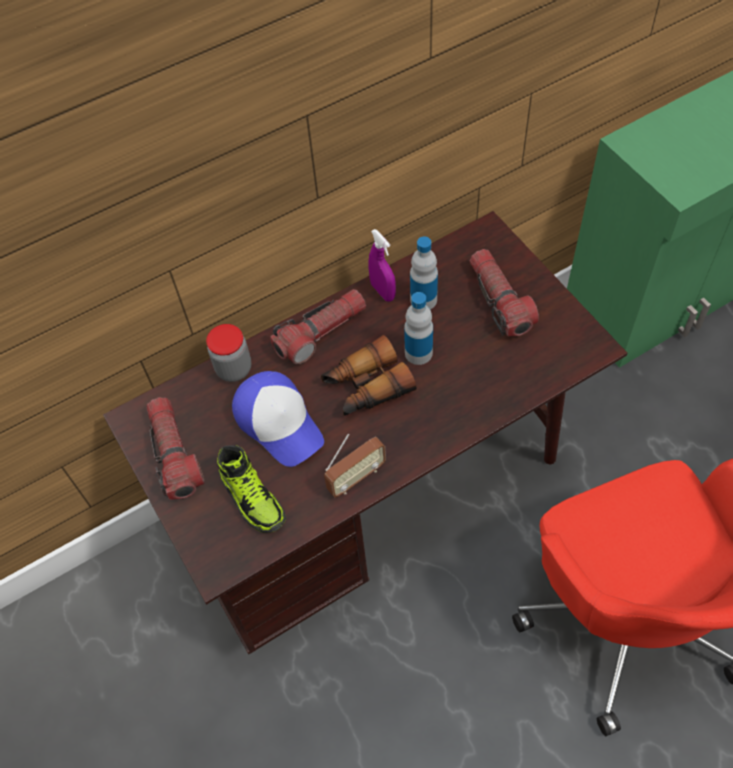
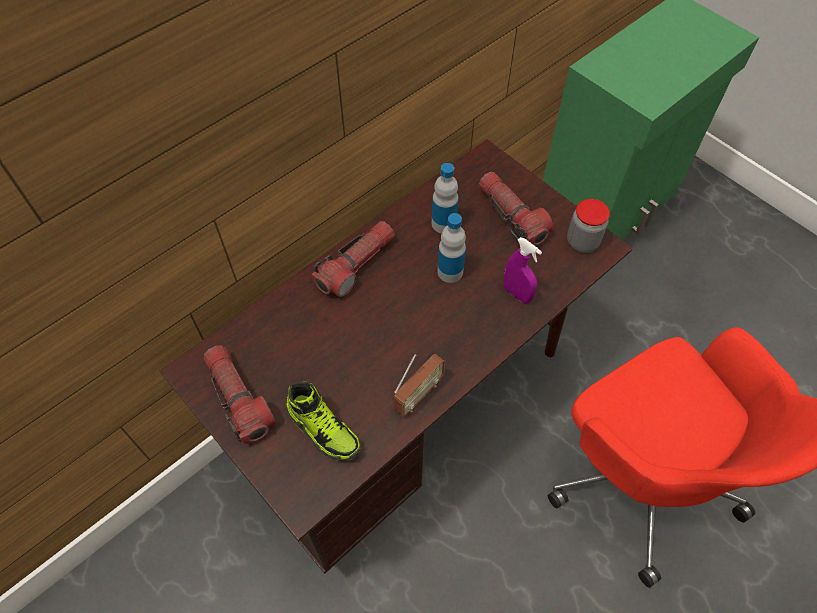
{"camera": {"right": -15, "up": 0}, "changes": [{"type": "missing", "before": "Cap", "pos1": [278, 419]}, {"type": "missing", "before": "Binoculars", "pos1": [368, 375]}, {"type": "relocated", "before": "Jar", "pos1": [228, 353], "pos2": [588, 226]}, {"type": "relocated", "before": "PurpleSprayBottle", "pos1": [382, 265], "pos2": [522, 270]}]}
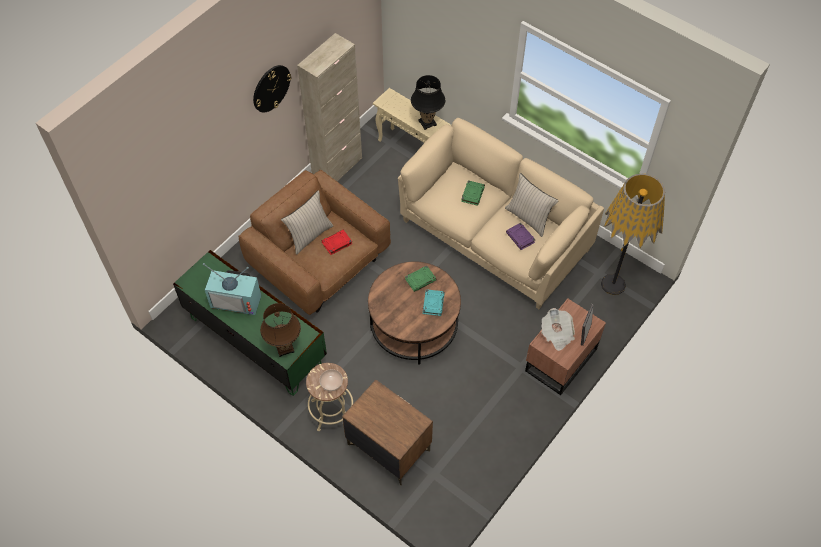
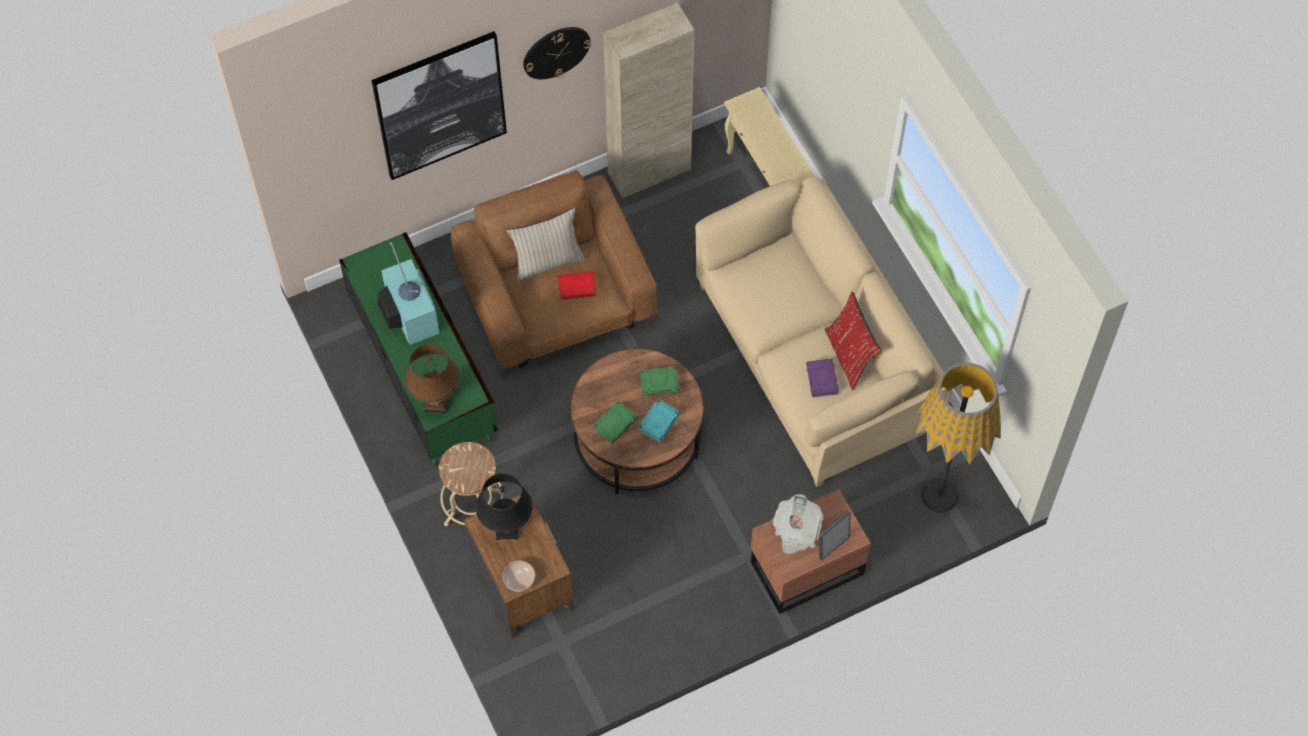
{"camera": {"right": 25, "up": 5}, "changes": [{"type": "appeared", "after": "Picture", "pos2": [439, 105]}, {"type": "relocated", "before": "Bowl", "pos1": [331, 380], "pos2": [518, 576]}, {"type": "relocated", "before": "BlackTableLamp", "pos1": [428, 102], "pos2": [504, 506]}, {"type": "relocated", "before": "GreenBook", "pos1": [473, 193], "pos2": [615, 422]}, {"type": "colour", "before": "BeigePillow", "after": "RedPillow", "pos1": [531, 205], "pos2": [853, 341]}, {"type": "spun", "before": "Television", "pos1": [232, 289], "pos2": [408, 293], "turn": -150}]}
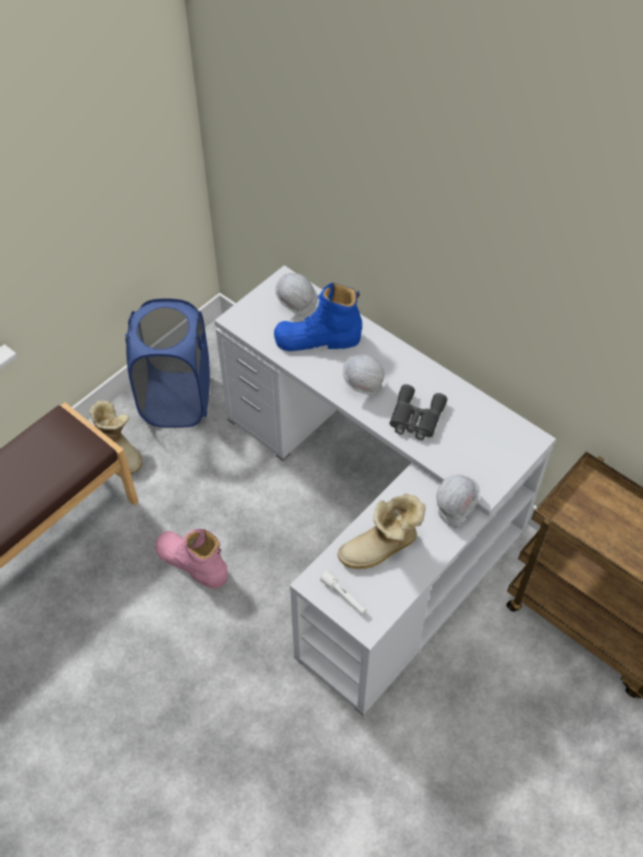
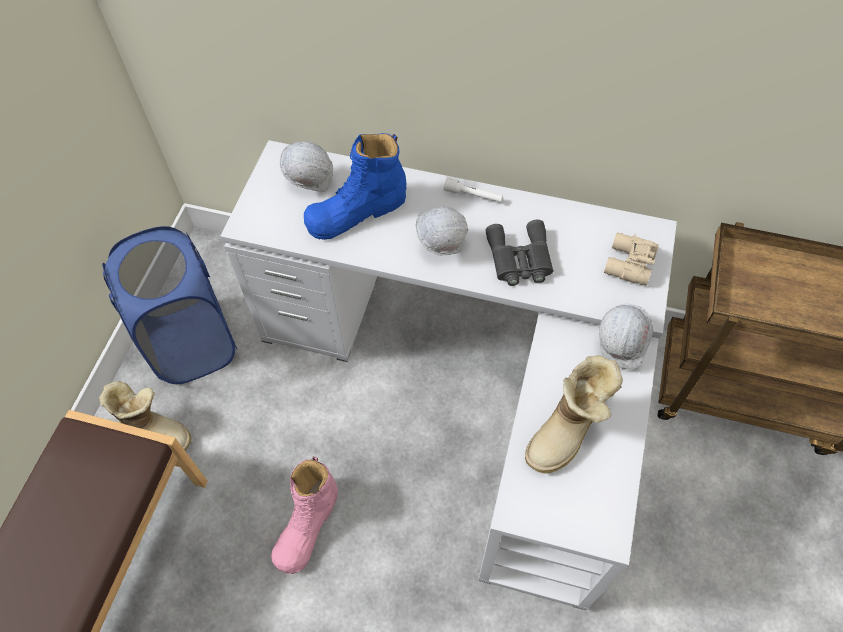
{"camera": {"right": -25, "up": 5}, "changes": [{"type": "appeared", "after": "BeigeBinoculars", "pos2": [631, 259]}, {"type": "relocated", "before": "WhiteFlashlight", "pos1": [343, 592], "pos2": [473, 190]}, {"type": "spun", "before": "PinkBoot", "pos1": [191, 559], "pos2": [304, 515], "turn": -75}]}
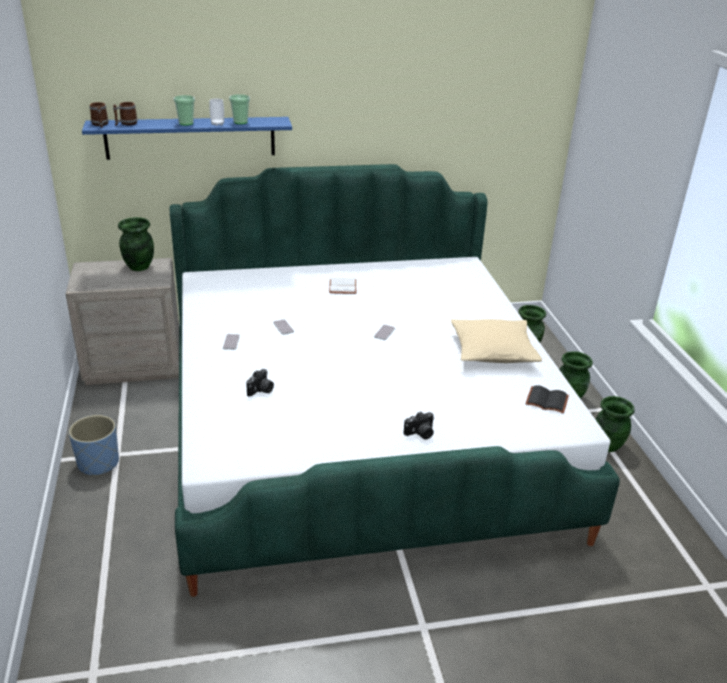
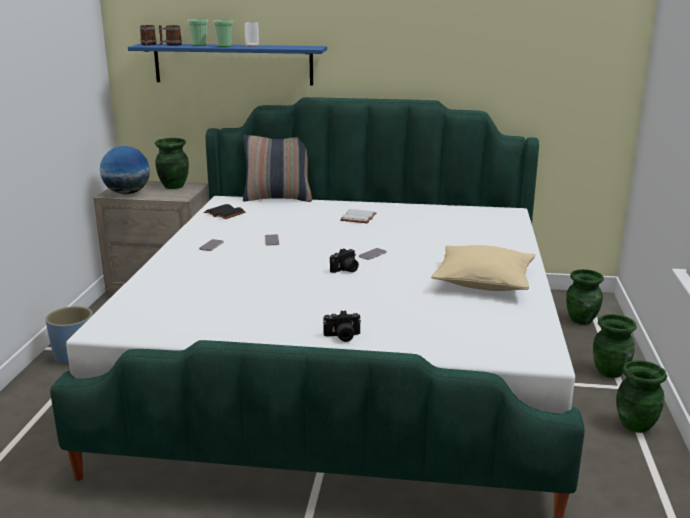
{"camera": {"right": 20, "up": -10}, "changes": [{"type": "appeared", "after": "Globe", "pos2": [125, 170]}, {"type": "appeared", "after": "Pillow", "pos2": [277, 168]}, {"type": "relocated", "before": "Cup", "pos1": [239, 109], "pos2": [198, 32]}, {"type": "relocated", "before": "PhotoCamera", "pos1": [260, 383], "pos2": [344, 260]}, {"type": "relocated", "before": "BlackBook", "pos1": [547, 399], "pos2": [225, 211]}]}
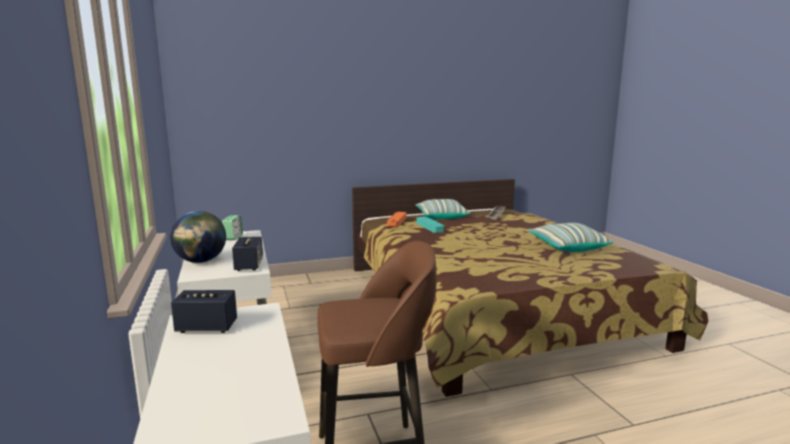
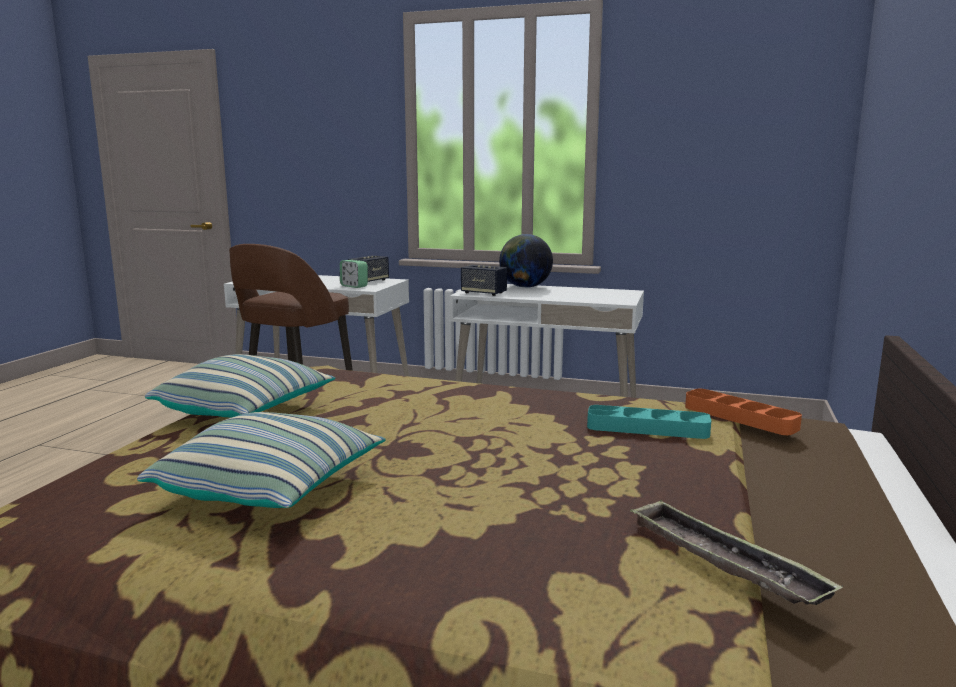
{"camera": {"right": 125, "up": 0}, "changes": [{"type": "relocated", "before": "AlarmClock", "pos1": [232, 227], "pos2": [354, 274]}, {"type": "relocated", "before": "Pillow", "pos1": [443, 209], "pos2": [240, 386]}]}
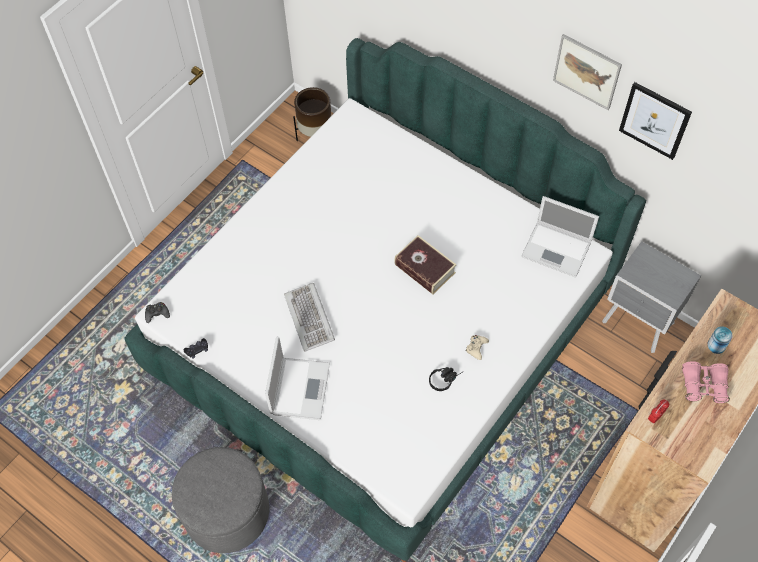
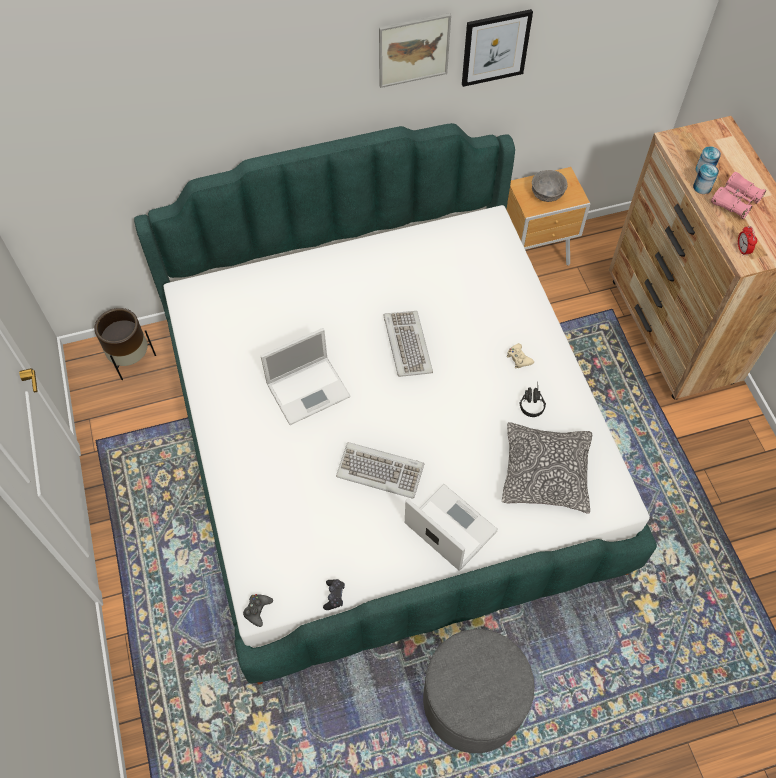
{"camera": {"right": -55, "up": 0}, "changes": [{"type": "appeared", "after": "Pillow", "pos2": [547, 468]}, {"type": "appeared", "after": "GreyBowl", "pos2": [550, 186]}, {"type": "appeared", "after": "Can", "pos2": [706, 179]}, {"type": "relocated", "before": "Laptop", "pos1": [560, 237], "pos2": [306, 376]}, {"type": "exchanged", "before": "Book", "after": "Keyboard", "pos1": [425, 264], "pos2": [408, 344]}, {"type": "colour", "before": "GreyNightstand", "after": "BrownNightstand", "pos1": [651, 297], "pos2": [548, 216]}]}
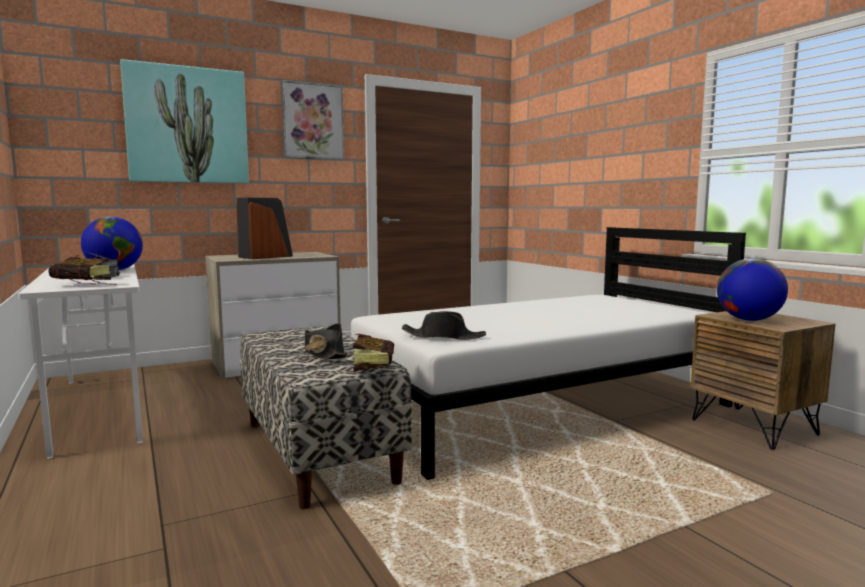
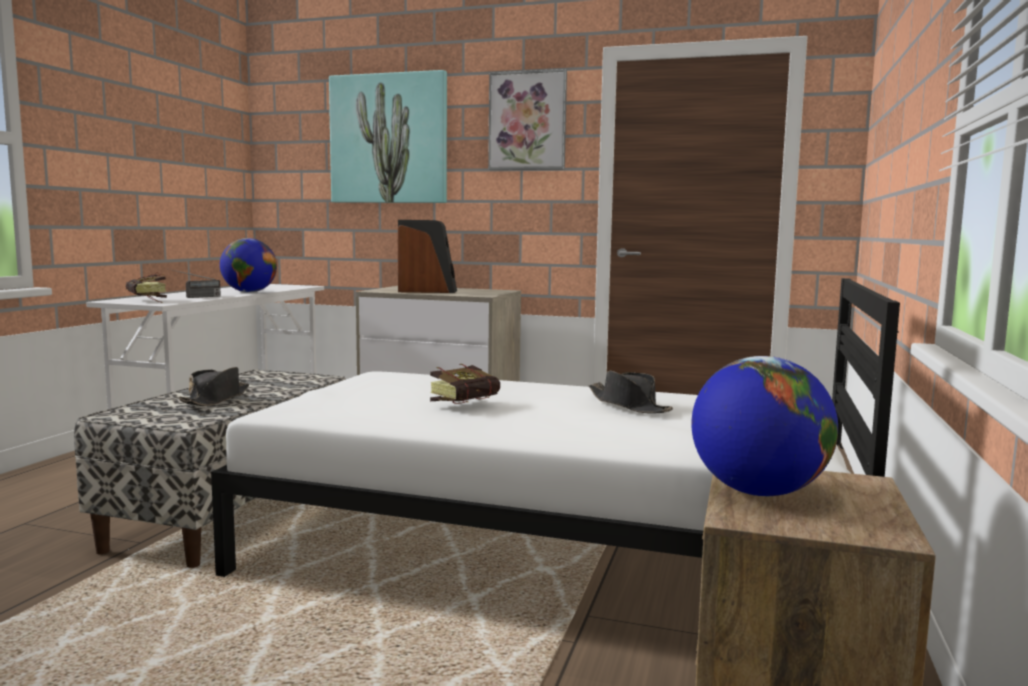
{"camera": {"right": 45, "up": 0}, "changes": [{"type": "relocated", "before": "Book", "pos1": [373, 353], "pos2": [465, 384]}, {"type": "relocated", "before": "BlackHat", "pos1": [444, 325], "pos2": [631, 392]}]}
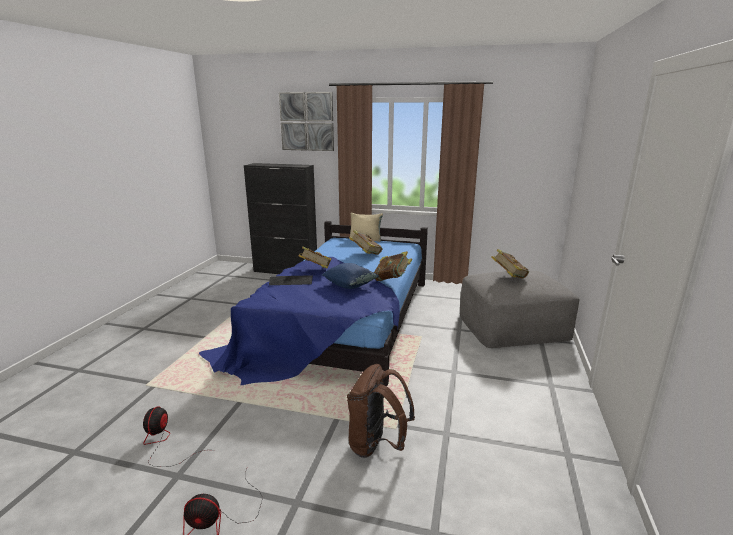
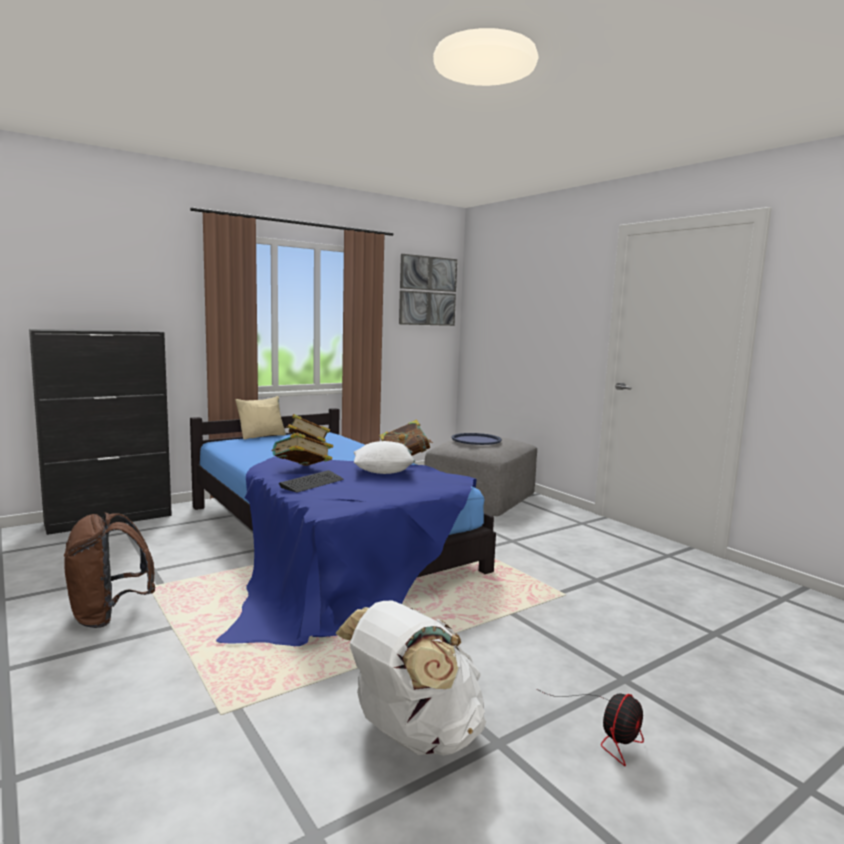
{"camera": {"right": -50, "up": -10}, "changes": [{"type": "relocated", "before": "Picture", "pos1": [306, 121], "pos2": [428, 290]}, {"type": "relocated", "before": "BrownBackpack", "pos1": [381, 411], "pos2": [109, 570]}, {"type": "exchanged", "before": "Fan", "after": "WhiteBackpack", "pos1": [174, 436], "pos2": [410, 678]}, {"type": "exchanged", "before": "Book", "after": "BlueTray", "pos1": [510, 264], "pos2": [476, 439]}, {"type": "colour", "before": "BluePillow", "after": "WhitePillow", "pos1": [350, 276], "pos2": [384, 457]}]}
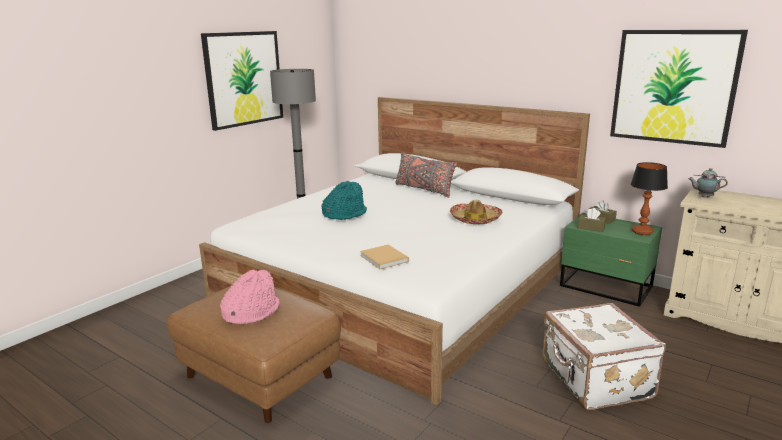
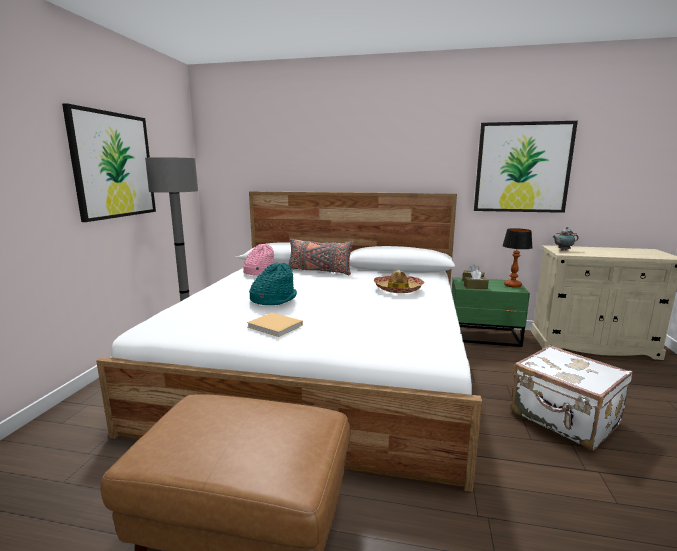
{"camera": {"right": -25, "up": -5}, "changes": [{"type": "relocated", "before": "PinkHat", "pos1": [250, 297], "pos2": [259, 260]}, {"type": "relocated", "before": "BeigeBook", "pos1": [384, 257], "pos2": [275, 325]}]}
